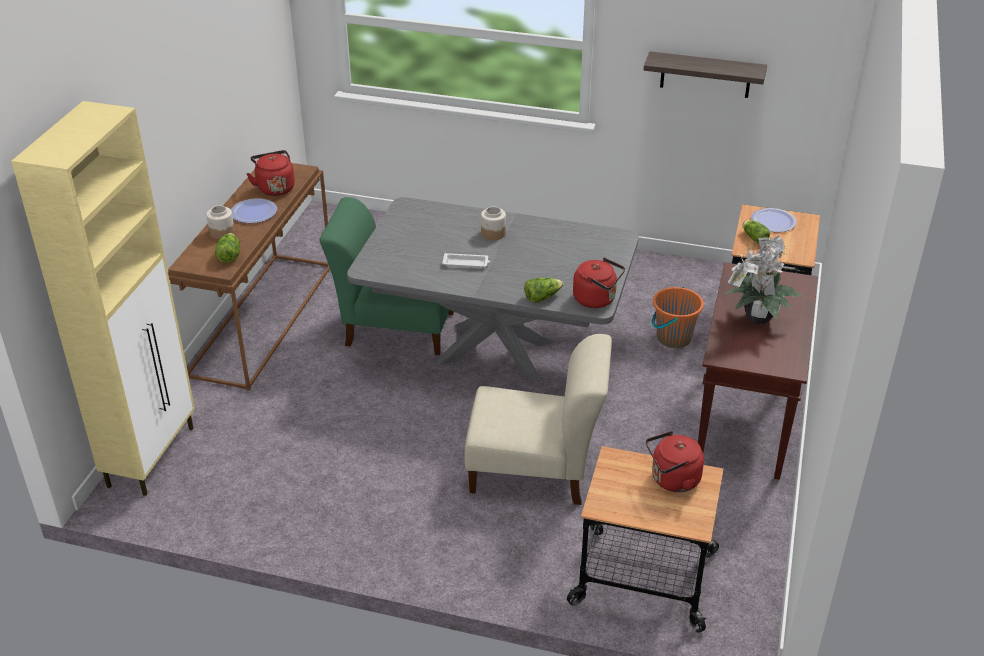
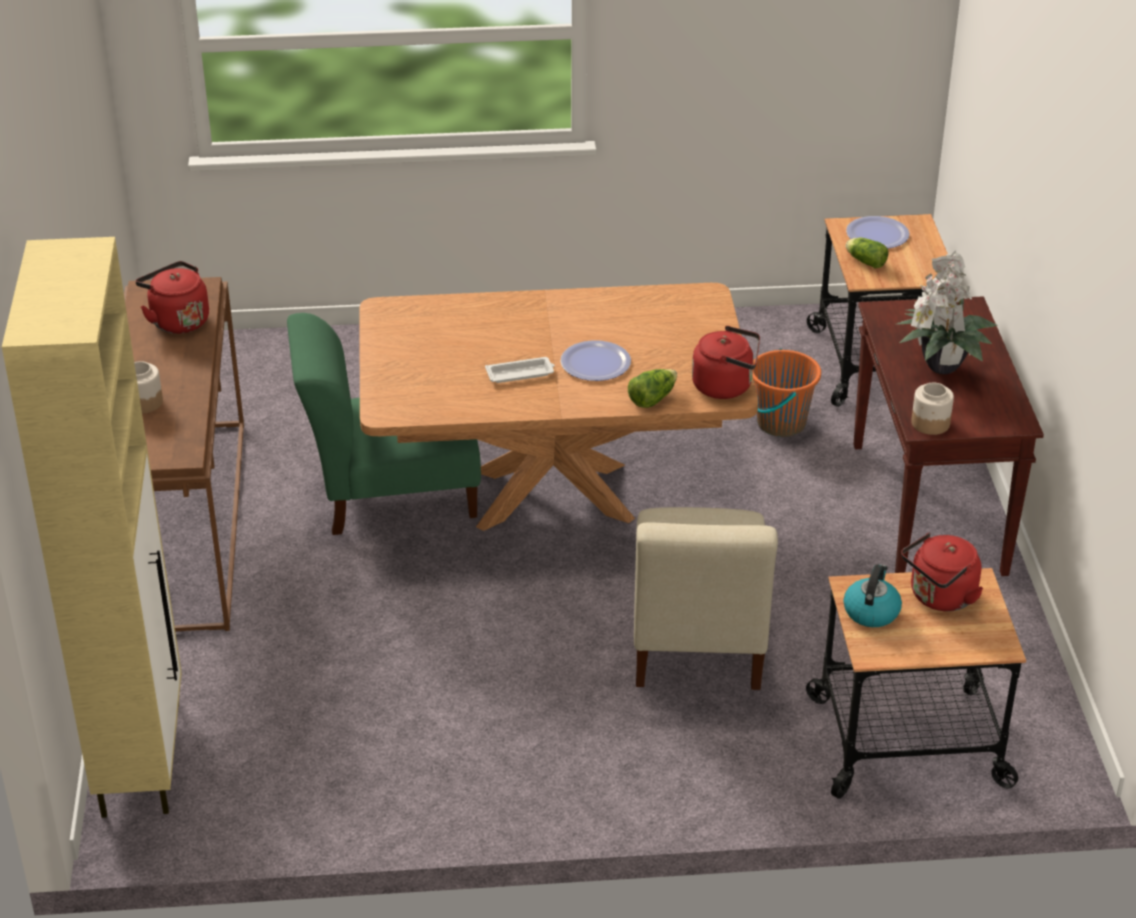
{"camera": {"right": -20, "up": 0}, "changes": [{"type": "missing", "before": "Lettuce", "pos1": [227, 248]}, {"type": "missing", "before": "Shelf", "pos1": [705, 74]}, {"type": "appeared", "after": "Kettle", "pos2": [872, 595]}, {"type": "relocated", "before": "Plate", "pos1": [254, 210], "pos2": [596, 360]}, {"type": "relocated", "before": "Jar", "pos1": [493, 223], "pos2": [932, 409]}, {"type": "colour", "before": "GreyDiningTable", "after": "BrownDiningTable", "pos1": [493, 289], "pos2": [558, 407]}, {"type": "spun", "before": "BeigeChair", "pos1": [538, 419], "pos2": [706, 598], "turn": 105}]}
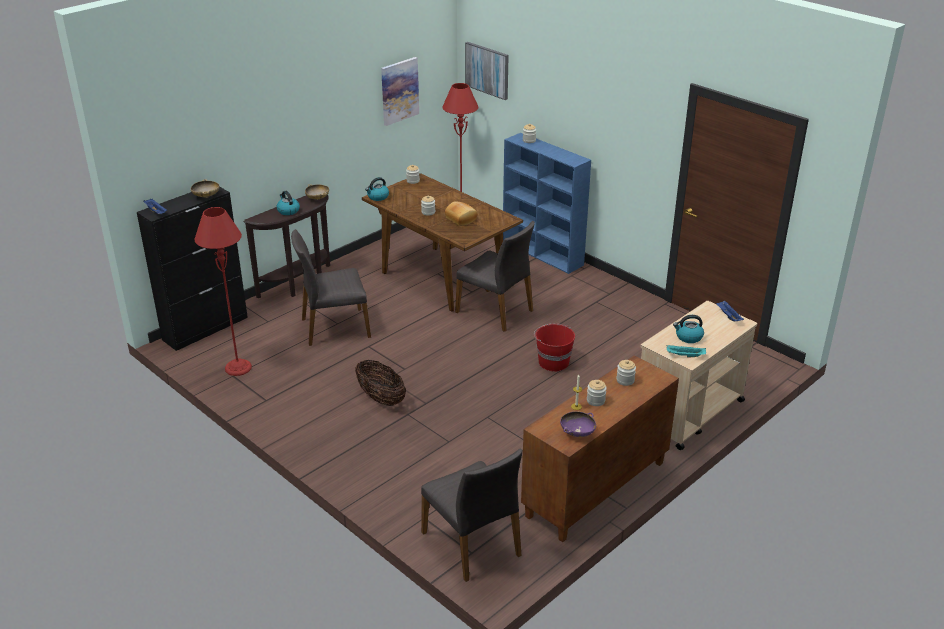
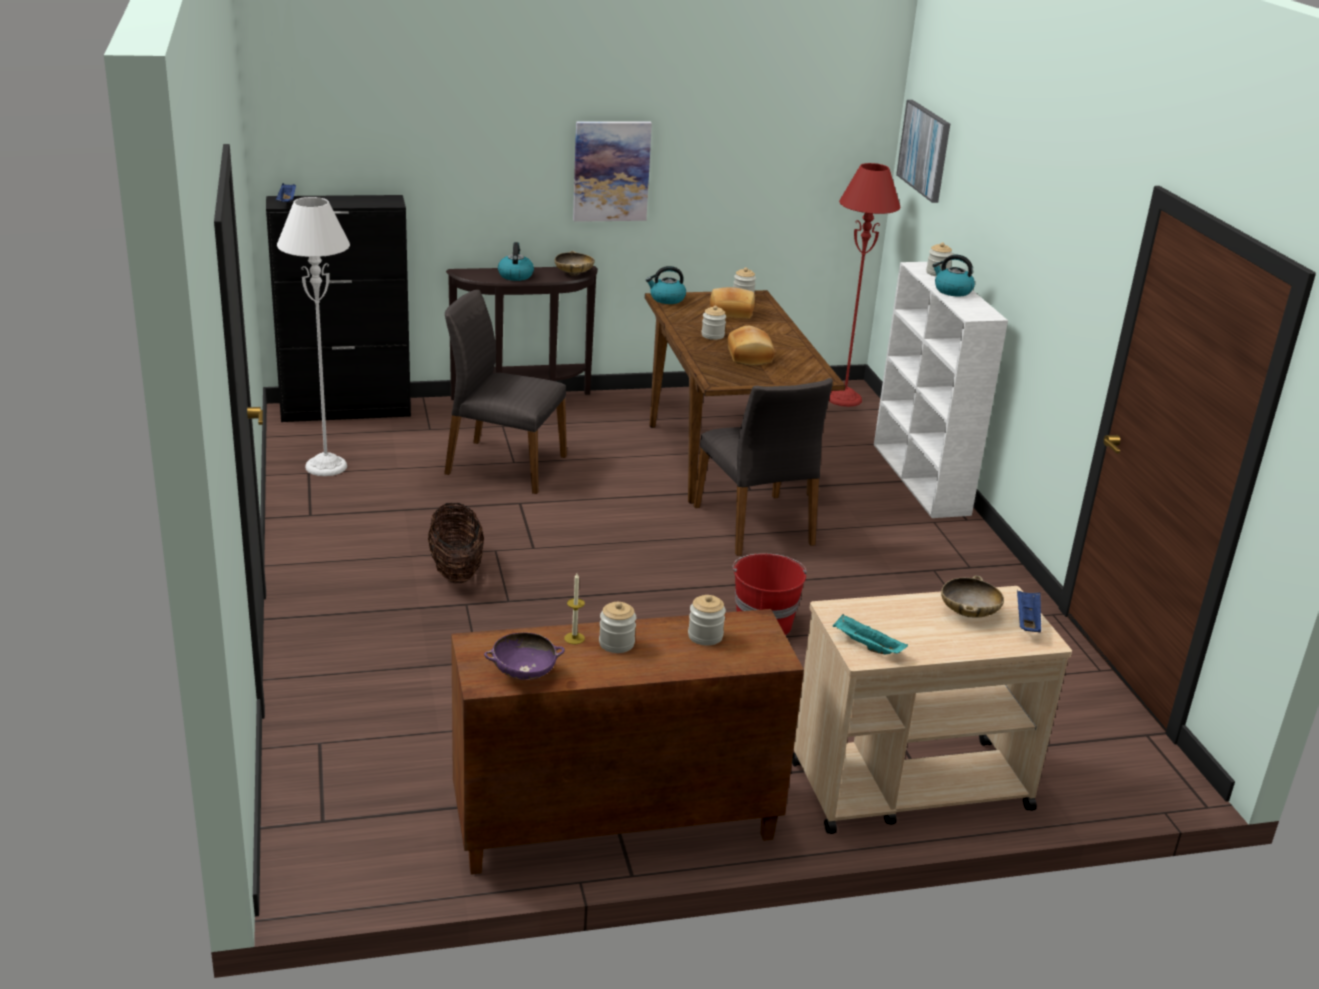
{"camera": {"right": 30, "up": -5}, "changes": [{"type": "missing", "before": "GreyChair", "pos1": [471, 515]}, {"type": "appeared", "after": "Bread", "pos2": [732, 303]}, {"type": "relocated", "before": "BeigeBowl", "pos1": [205, 188], "pos2": [972, 596]}, {"type": "relocated", "before": "Picture", "pos1": [400, 91], "pos2": [612, 171]}, {"type": "relocated", "before": "Kettle", "pos1": [688, 329], "pos2": [953, 275]}, {"type": "colour", "before": "RedFloorLamp", "after": "WhiteFloorLamp", "pos1": [223, 291], "pos2": [313, 336]}, {"type": "colour", "before": "BlueBookcase", "after": "WhiteBookcase", "pos1": [547, 203], "pos2": [941, 390]}]}
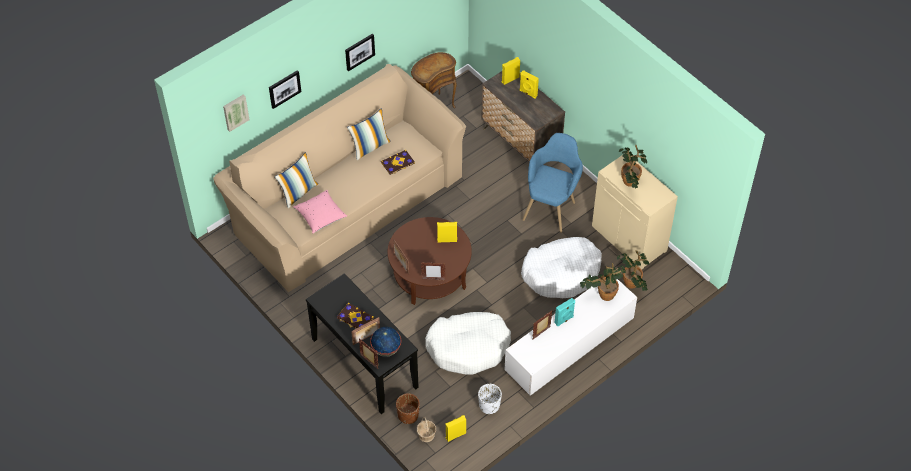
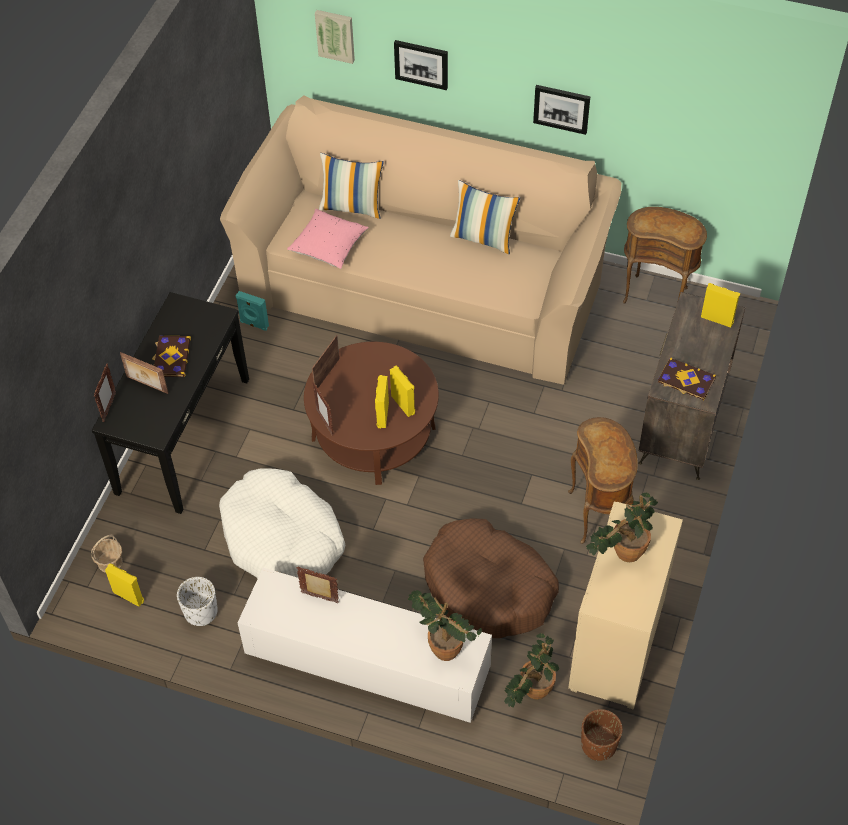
{"camera": {"right": 60, "up": 0}, "changes": [{"type": "missing", "before": "Globe", "pos1": [385, 342]}, {"type": "relocated", "before": "Book", "pos1": [398, 162], "pos2": [687, 378]}, {"type": "relocated", "before": "BrownPlanter", "pos1": [408, 408], "pos2": [602, 735]}, {"type": "relocated", "before": "YellowSpeaker", "pos1": [529, 84], "pos2": [382, 401]}, {"type": "relocated", "before": "TurquoiseSpeaker", "pos1": [565, 312], "pos2": [252, 311]}, {"type": "exchanged", "before": "BlueArmchair", "after": "BrownSideTable", "pos1": [552, 183], "pos2": [603, 480]}, {"type": "colour", "before": "WhiteDogBed", "after": "BrownDogBed", "pos1": [561, 267], "pos2": [491, 578]}]}
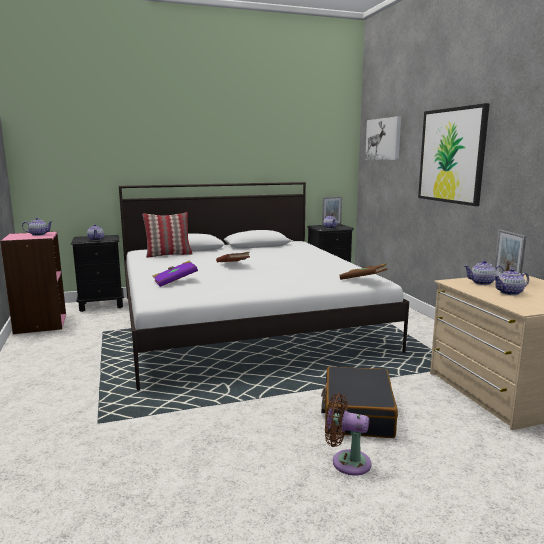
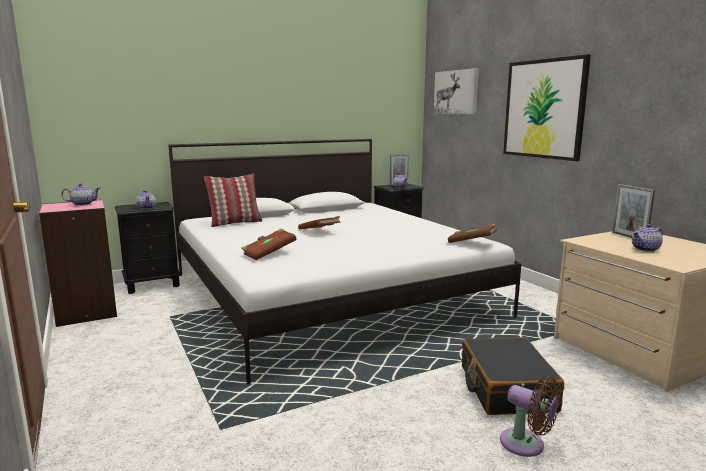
{"camera": {"right": -10, "up": 0}, "changes": [{"type": "missing", "before": "Teapot", "pos1": [483, 272]}, {"type": "colour", "before": "PurpleBook", "after": "BrownBook", "pos1": [175, 273], "pos2": [269, 244]}, {"type": "spun", "before": "BrownFan", "pos1": [348, 434], "pos2": [530, 416], "turn": -150}]}
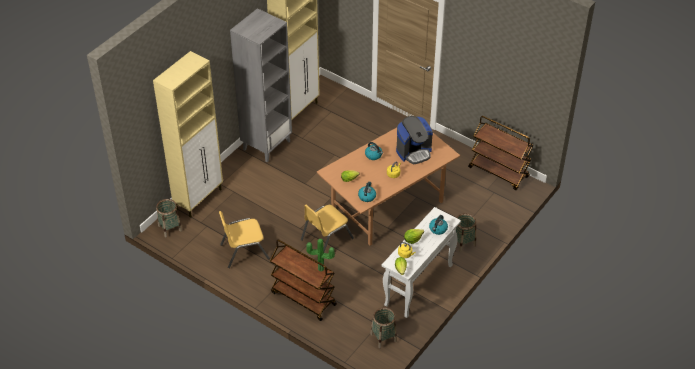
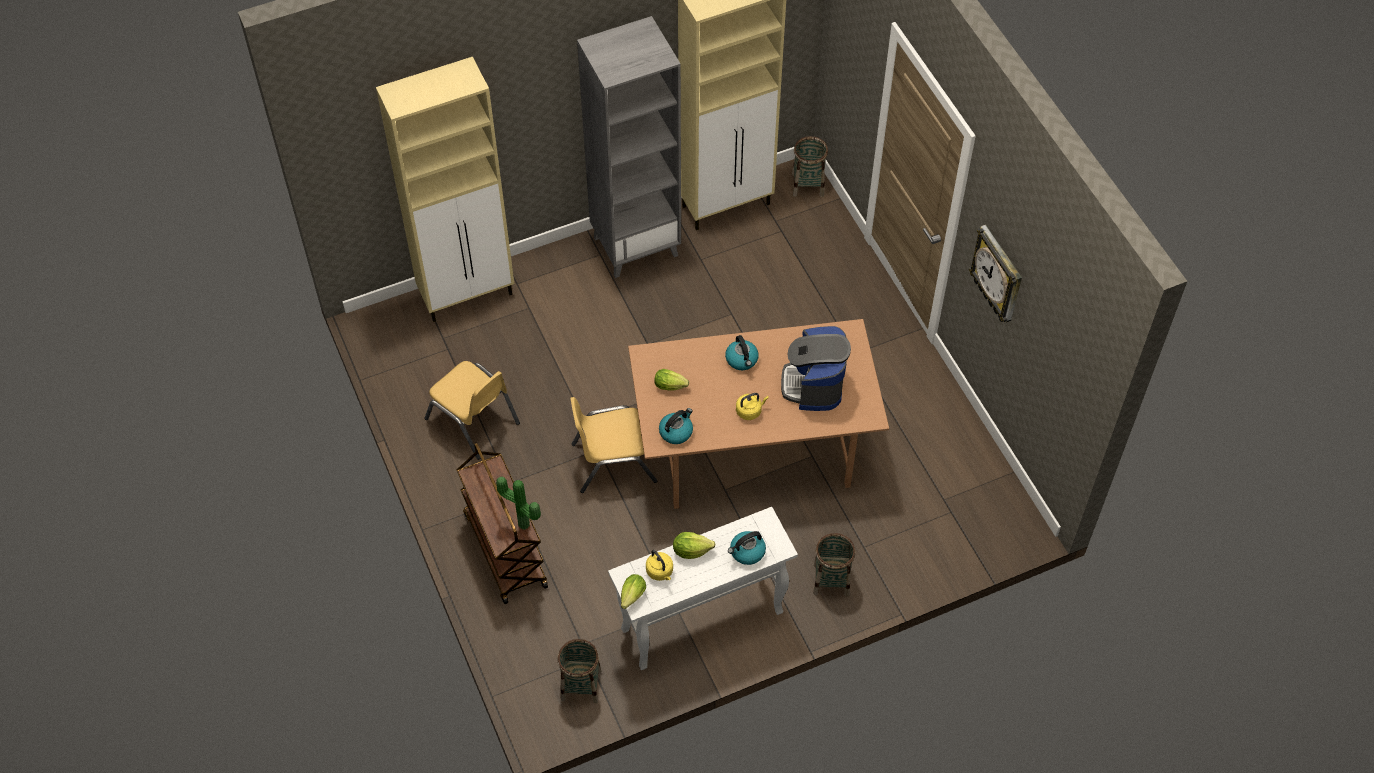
{"camera": {"right": 30, "up": 10}, "changes": [{"type": "missing", "before": "BrownCart", "pos1": [500, 153]}, {"type": "appeared", "after": "WallClock", "pos2": [995, 274]}, {"type": "relocated", "before": "Basket", "pos1": [169, 218], "pos2": [810, 166]}, {"type": "spun", "before": "YellowChair", "pos1": [244, 239], "pos2": [472, 410], "turn": -150}, {"type": "spun", "before": "CoffeeMachine", "pos1": [414, 140], "pos2": [816, 368], "turn": 90}]}
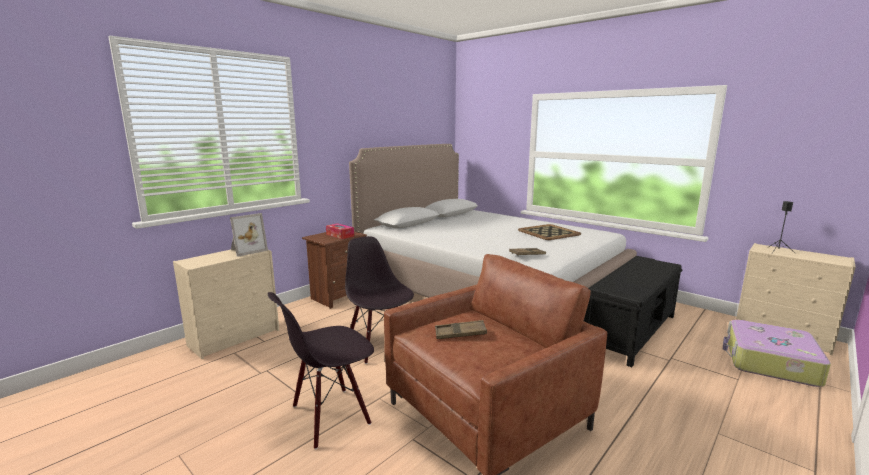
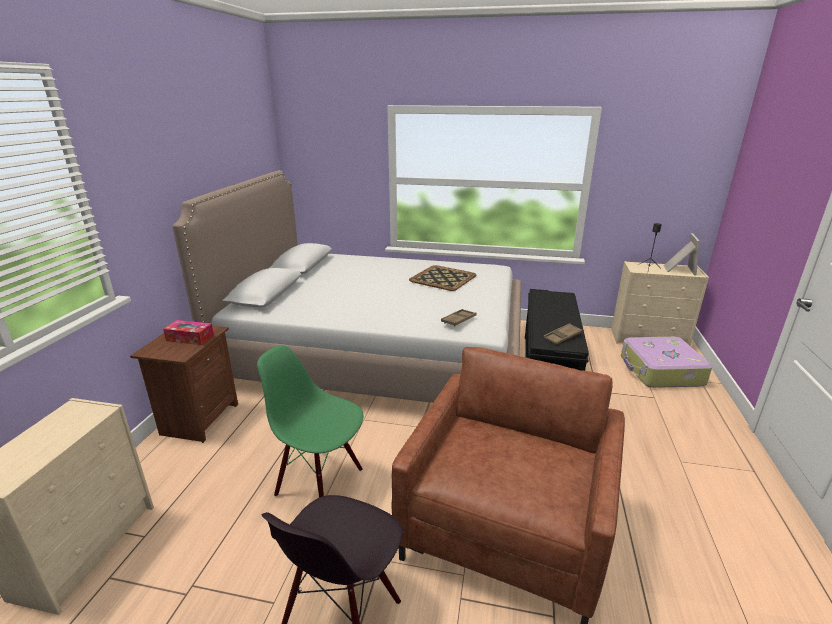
{"camera": {"right": -30, "up": 10}, "changes": [{"type": "relocated", "before": "PictureFrame", "pos1": [249, 235], "pos2": [682, 254]}, {"type": "relocated", "before": "BrownTray", "pos1": [461, 329], "pos2": [562, 334]}, {"type": "colour", "before": "BlackChair", "after": "GreenChair", "pos1": [379, 300], "pos2": [310, 421]}]}
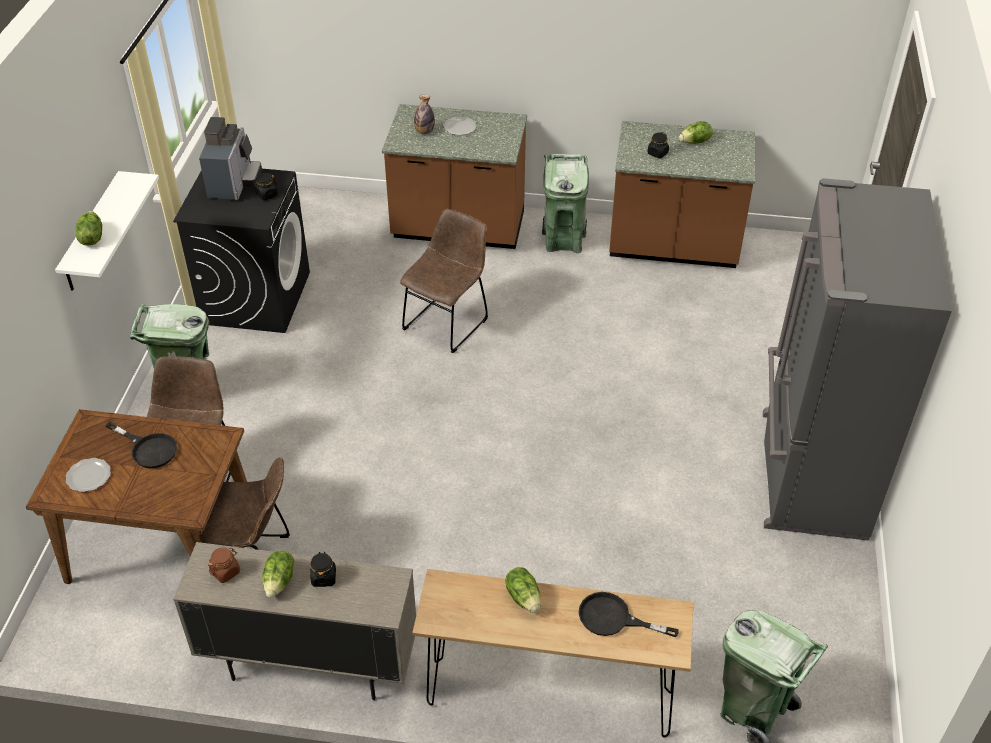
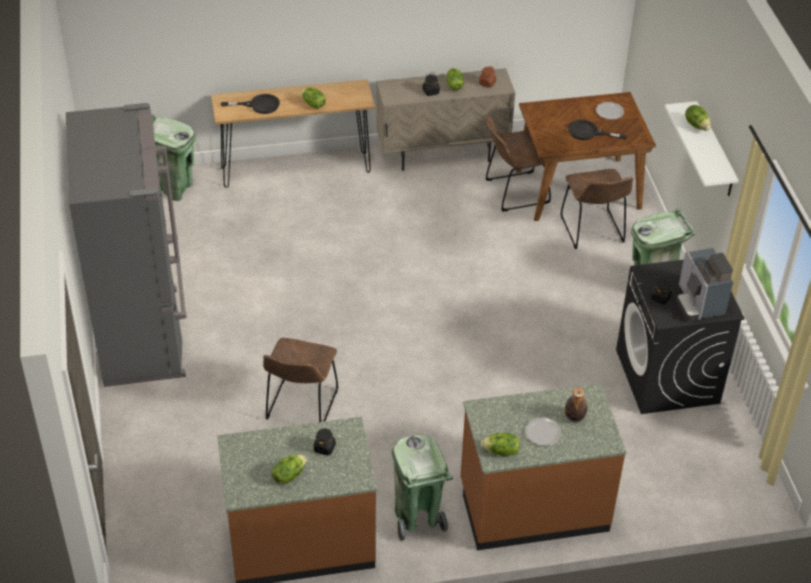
{"camera": {"right": 160, "up": 0}, "changes": [{"type": "appeared", "after": "Lettuce", "pos2": [500, 444]}, {"type": "relocated", "before": "BrownChair", "pos1": [444, 281], "pos2": [300, 380]}]}
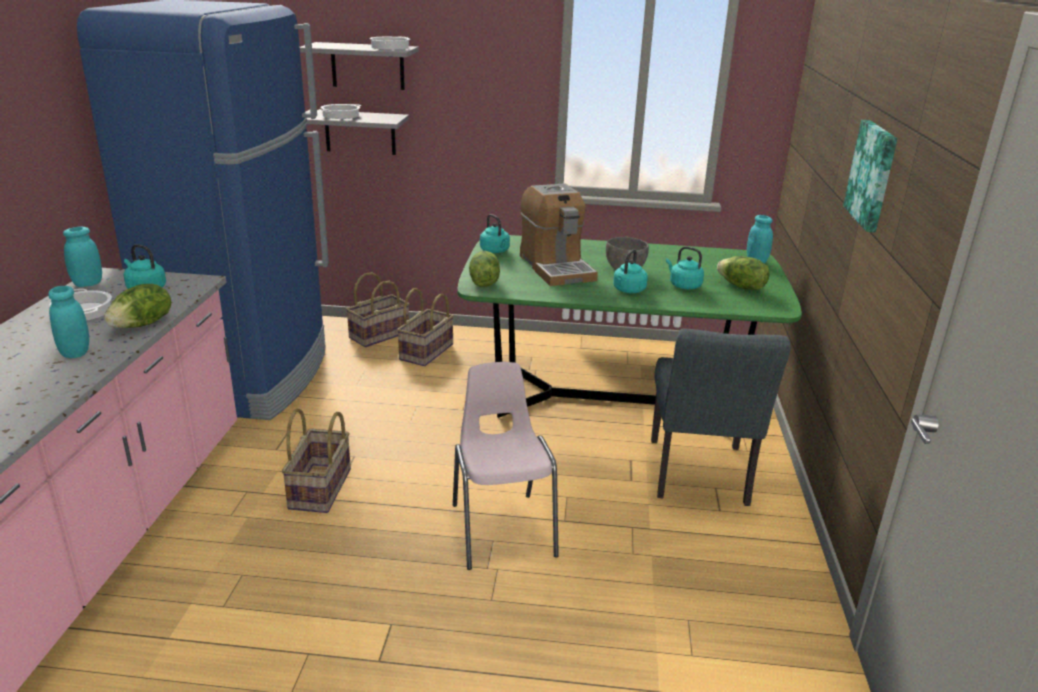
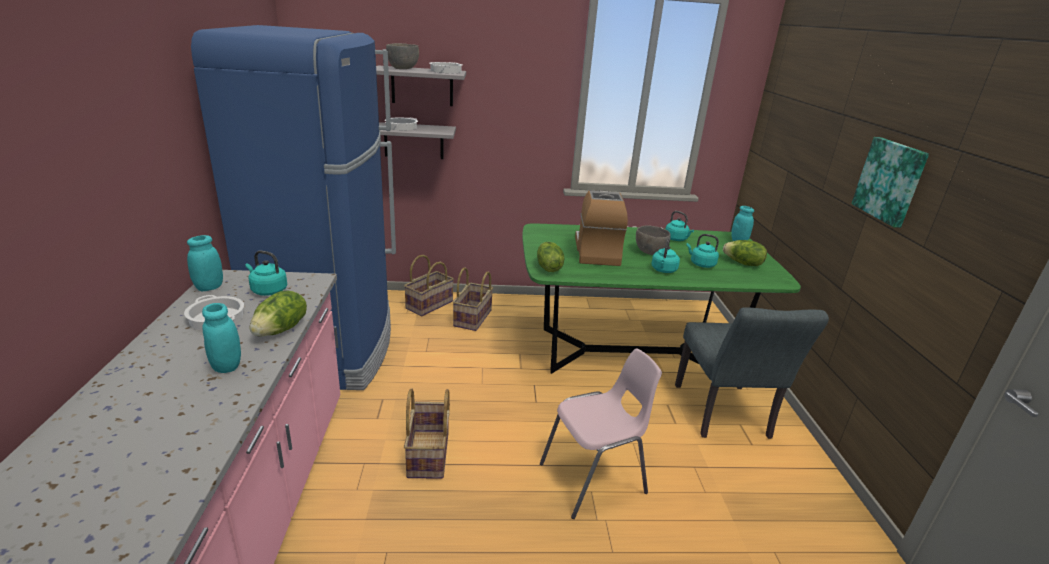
{"camera": {"right": -10, "up": 0}, "changes": [{"type": "appeared", "after": "GreyBowl", "pos2": [402, 56]}, {"type": "relocated", "before": "TurquoiseKettle", "pos1": [495, 233], "pos2": [680, 226]}, {"type": "spun", "before": "PinkChair", "pos1": [506, 466], "pos2": [601, 434], "turn": 90}, {"type": "spun", "before": "CoffeeMachine", "pos1": [559, 234], "pos2": [601, 228], "turn": -150}]}
